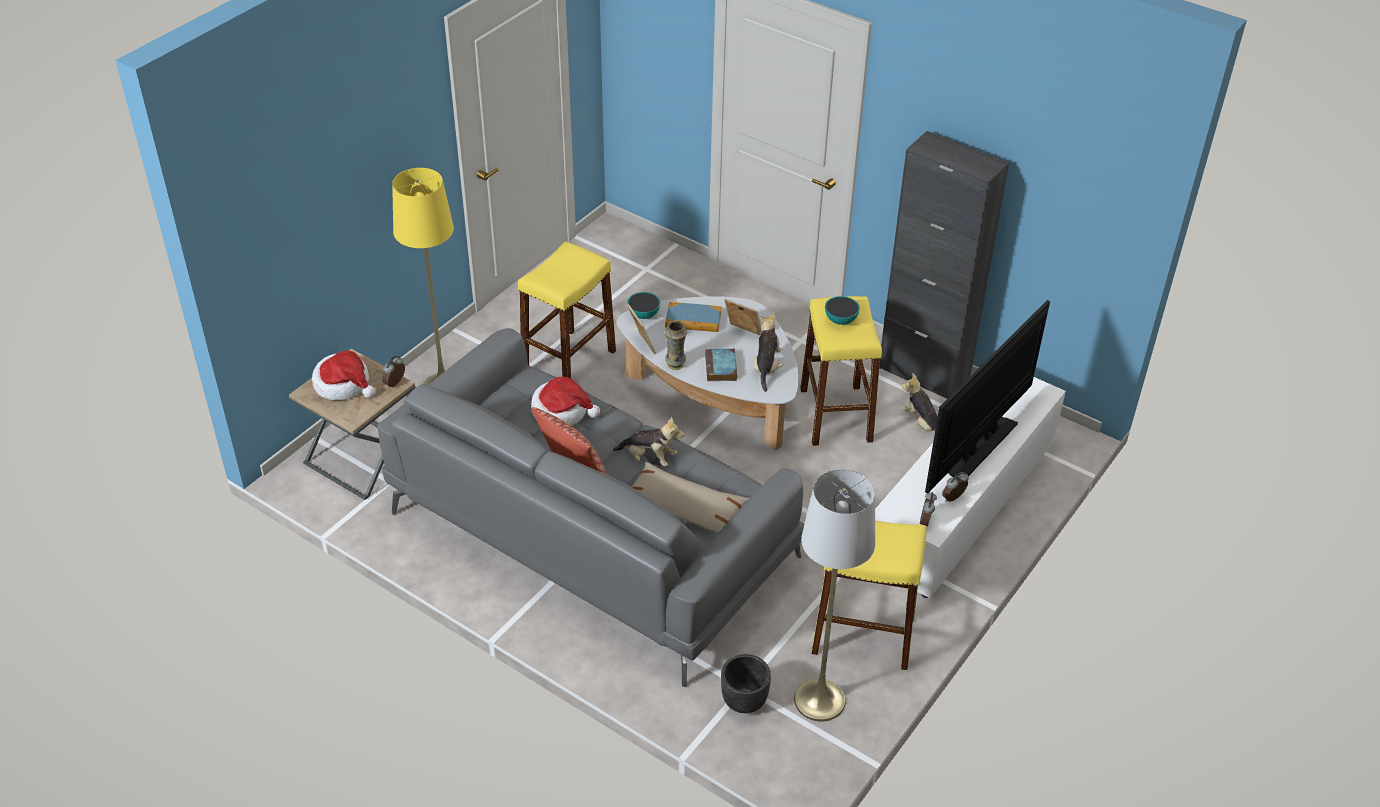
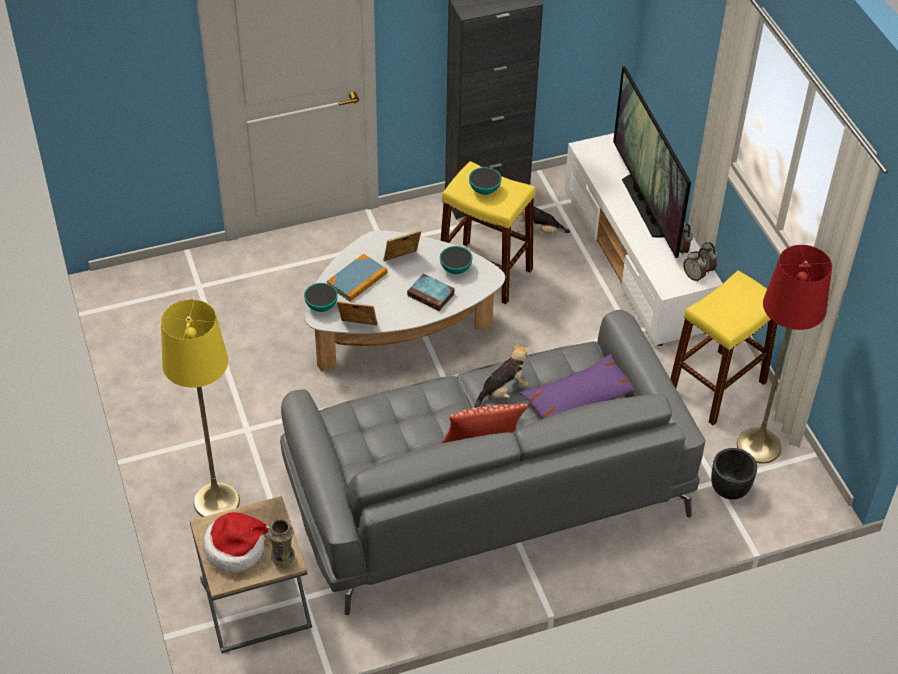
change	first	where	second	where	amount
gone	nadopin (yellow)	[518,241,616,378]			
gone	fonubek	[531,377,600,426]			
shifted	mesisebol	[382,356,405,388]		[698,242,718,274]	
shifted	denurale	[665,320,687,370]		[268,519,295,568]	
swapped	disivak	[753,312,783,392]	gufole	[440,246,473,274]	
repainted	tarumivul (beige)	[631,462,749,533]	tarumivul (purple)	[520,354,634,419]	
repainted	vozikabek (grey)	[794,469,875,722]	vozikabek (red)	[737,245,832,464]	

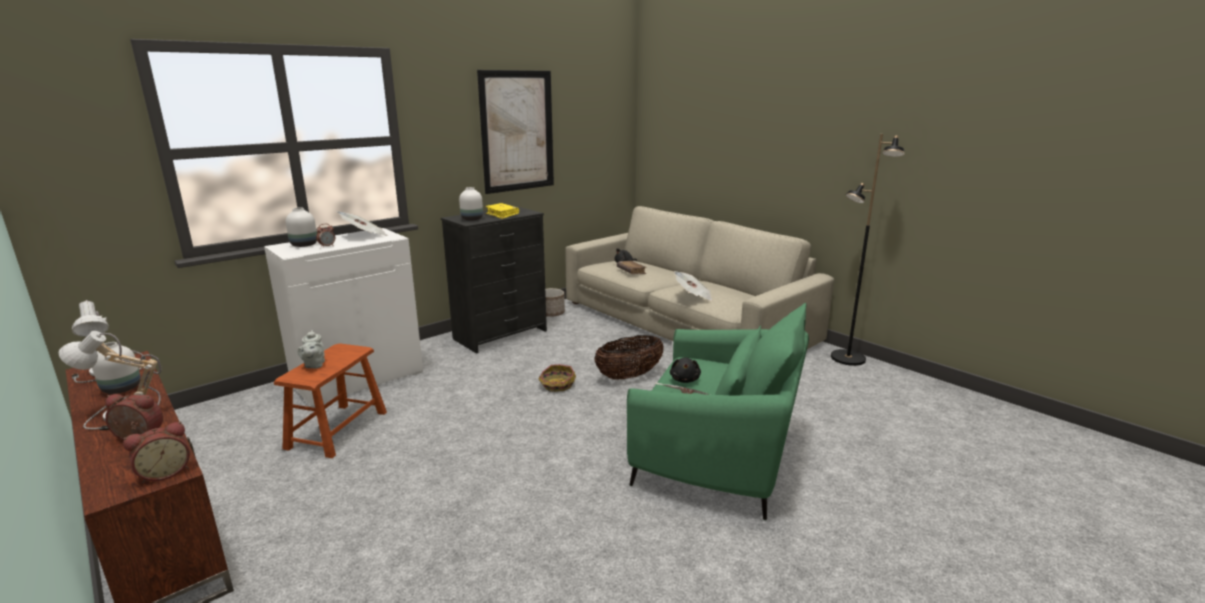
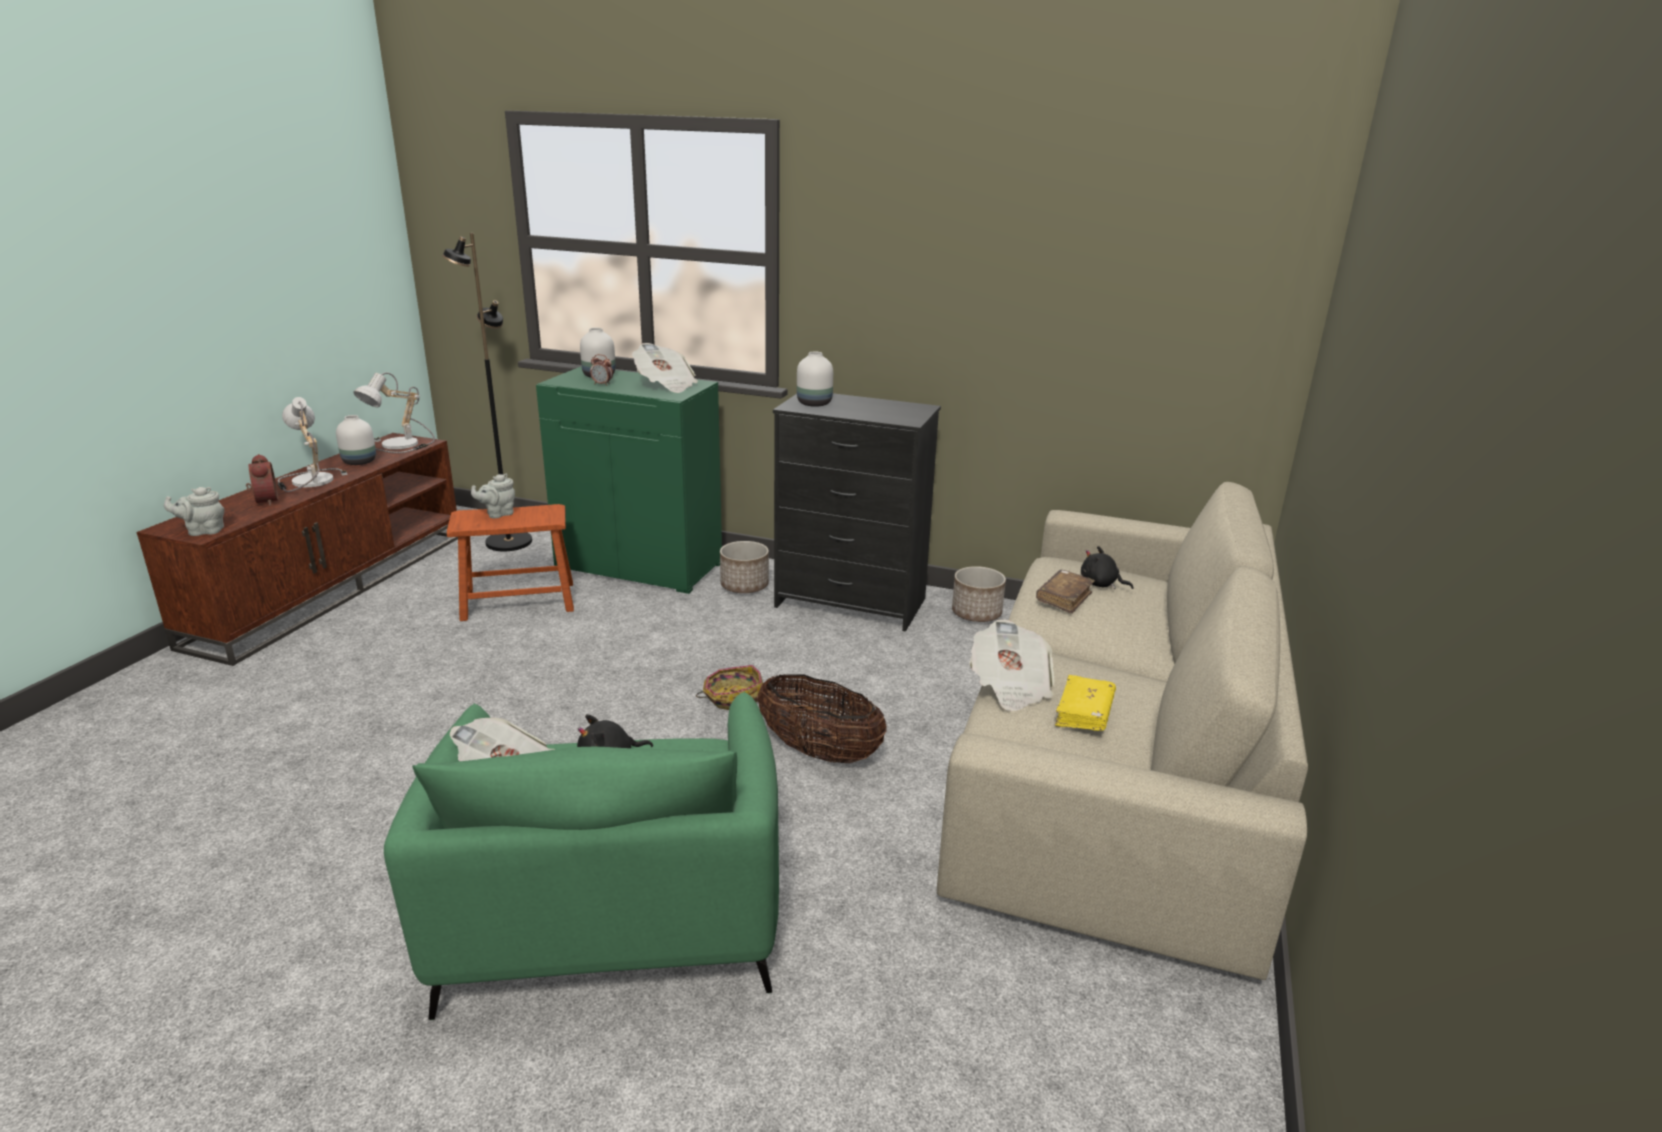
change	first	where	second	where	amount
gone	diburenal	[477,70,554,194]			
new			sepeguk	[720,541,769,593]	
shifted	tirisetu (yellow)	[485,203,519,219]		[1055,675,1116,731]	
shifted	vozikabek (black)	[831,134,905,366]		[442,233,532,551]	
swapped	mesisebol	[123,421,190,483]	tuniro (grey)	[164,487,225,536]	
repainted	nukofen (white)	[264,228,423,407]	nukofen (green)	[536,366,722,594]	

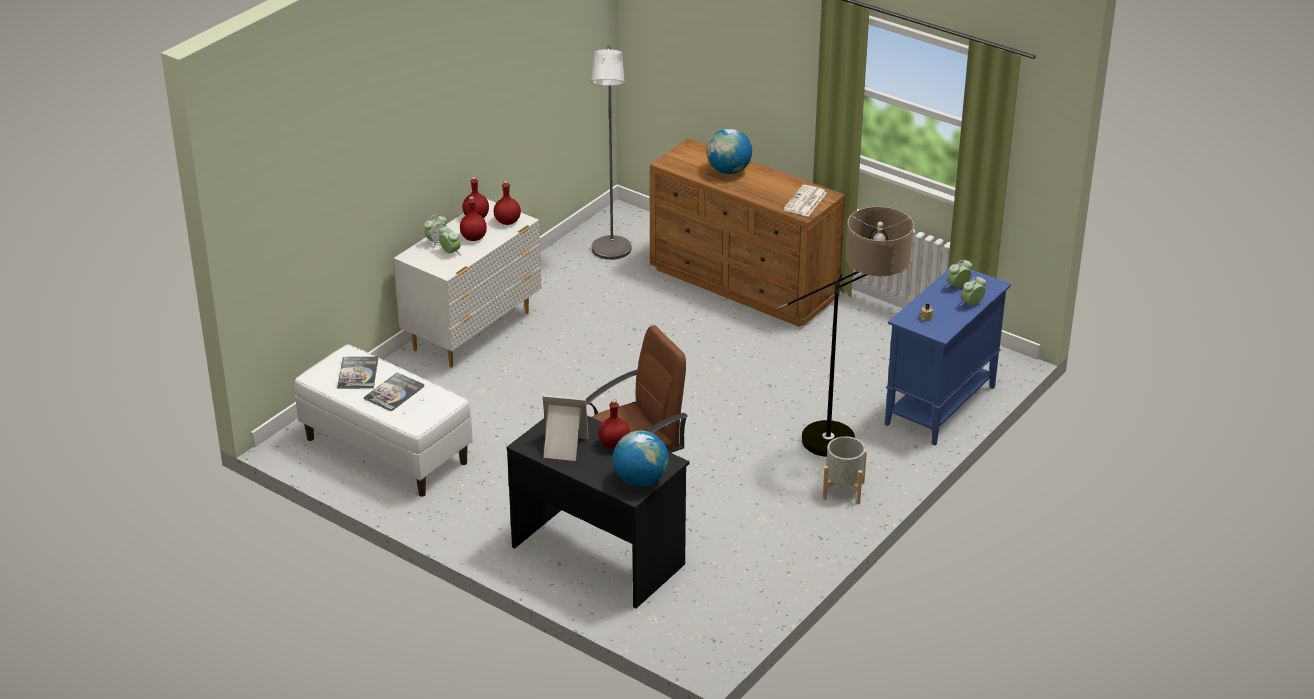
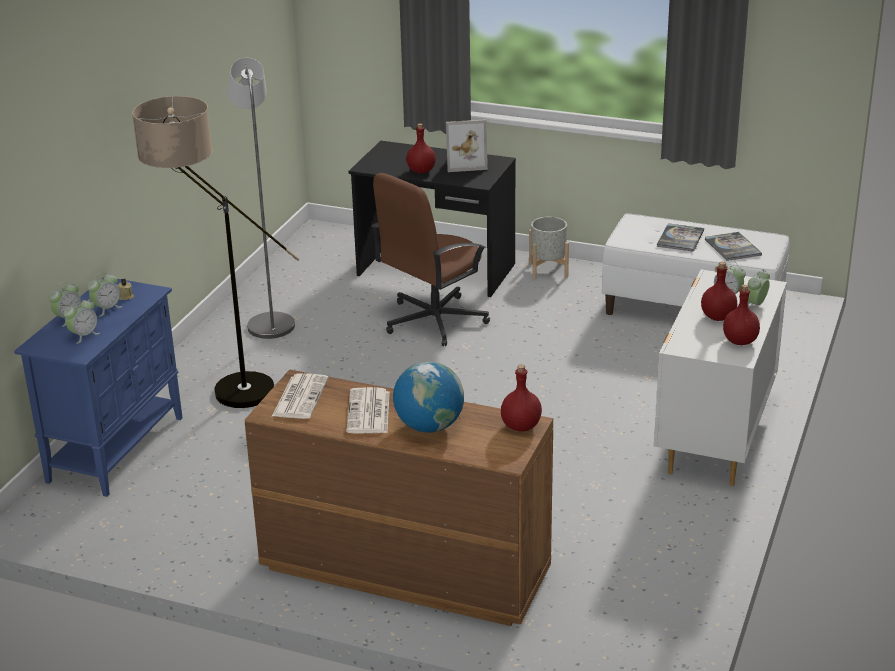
change	first	where	second	where	amount
gone	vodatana	[613,431,669,486]			
new			mesisebol	[87,272,123,317]	
new			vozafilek	[346,387,390,433]	
shifted	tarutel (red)	[494,181,521,225]		[501,365,542,432]	
shifted	vozikabek (grey)	[591,46,631,260]		[227,58,295,339]	
shifted	sepeguk (grey)	[823,436,867,504]		[529,217,569,279]	

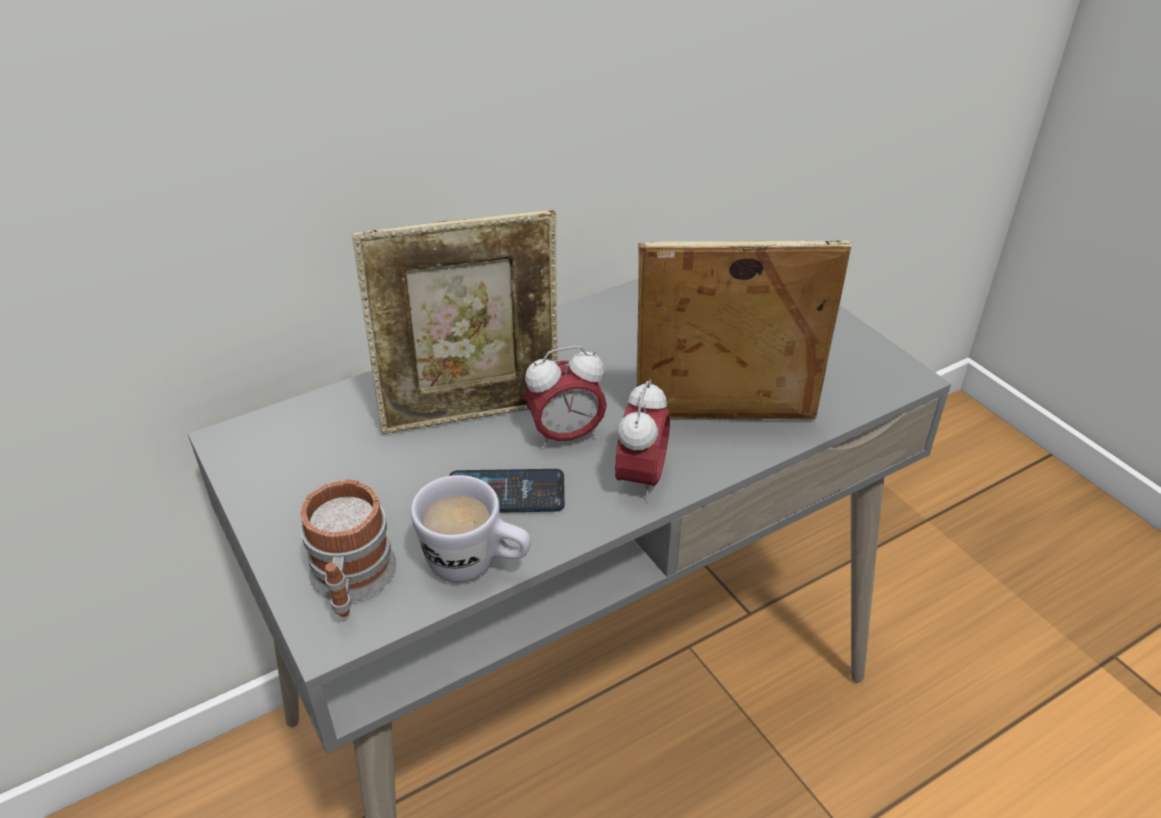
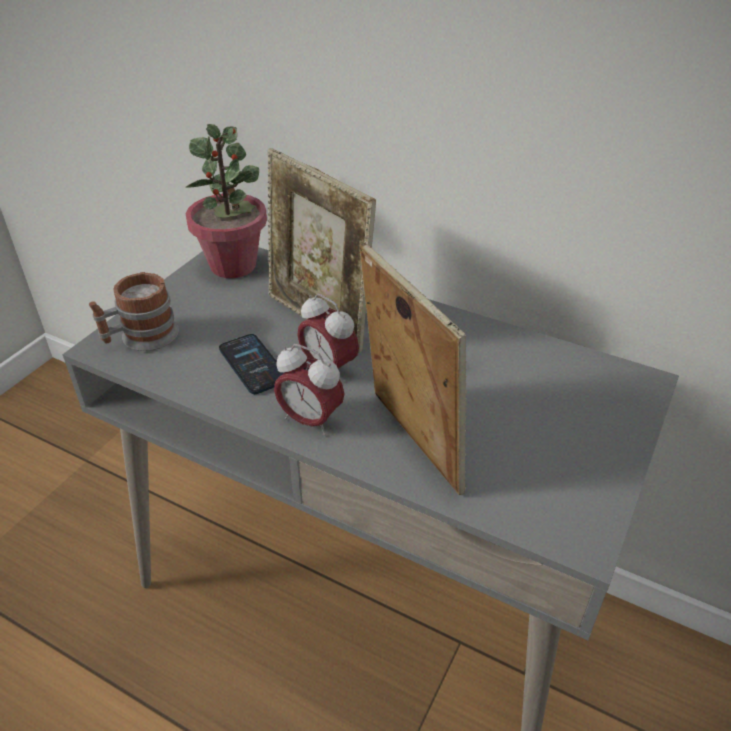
change	first	where	second	where	amount
gone	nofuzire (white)	[411,475,531,583]			
new			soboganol	[186,124,267,278]	
rotated	mesisebol	[615,379,670,502]		[274,344,345,436]	45 degrees clockwise

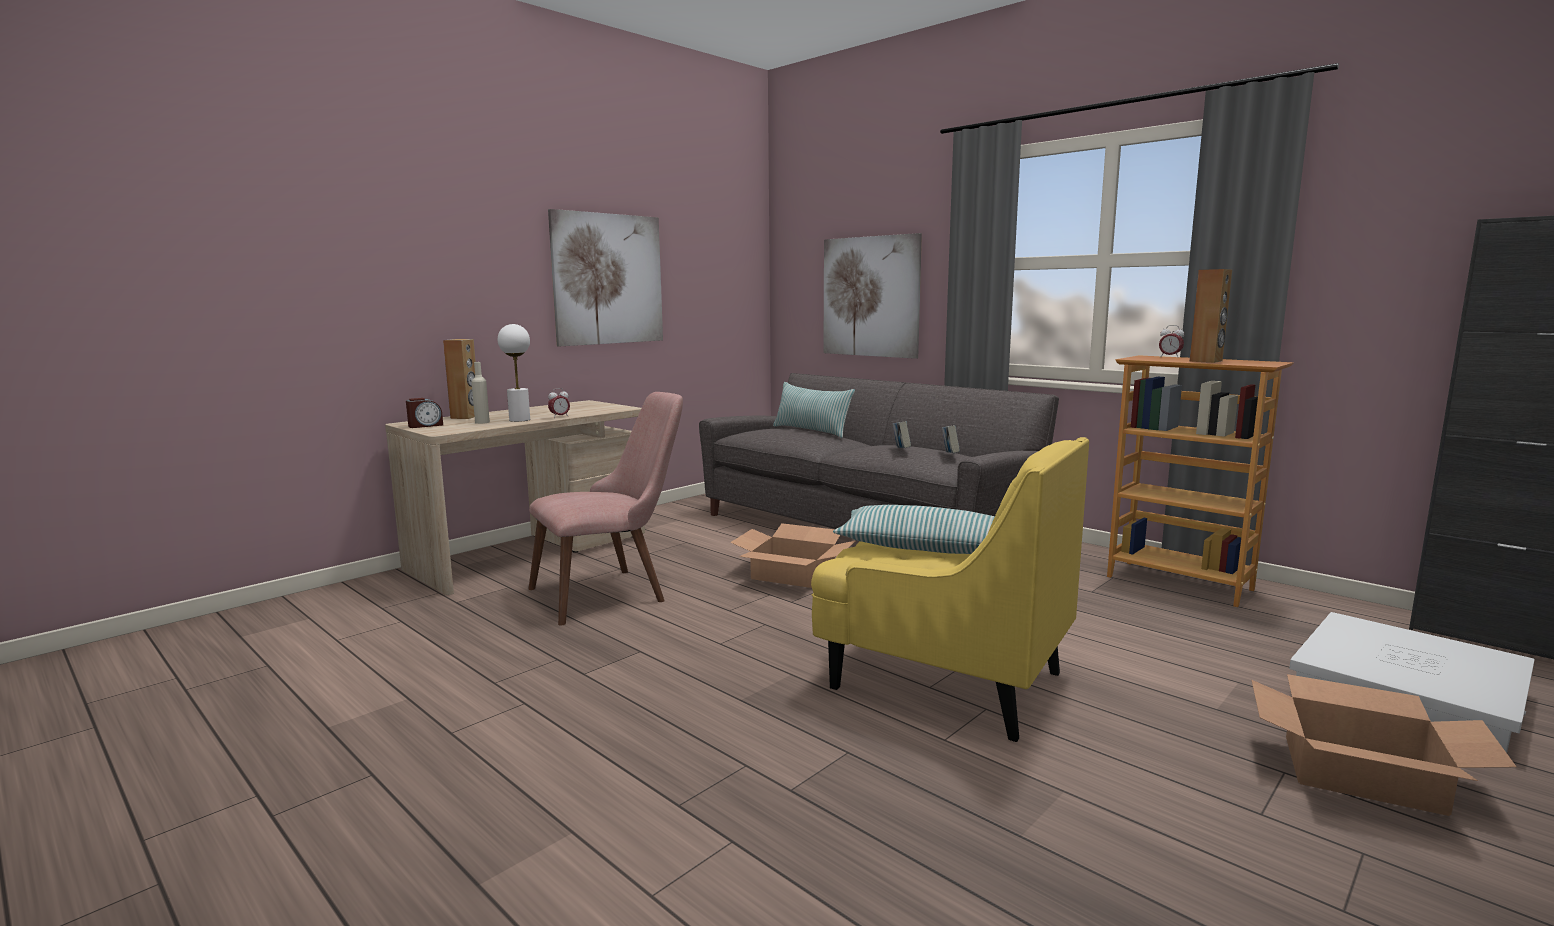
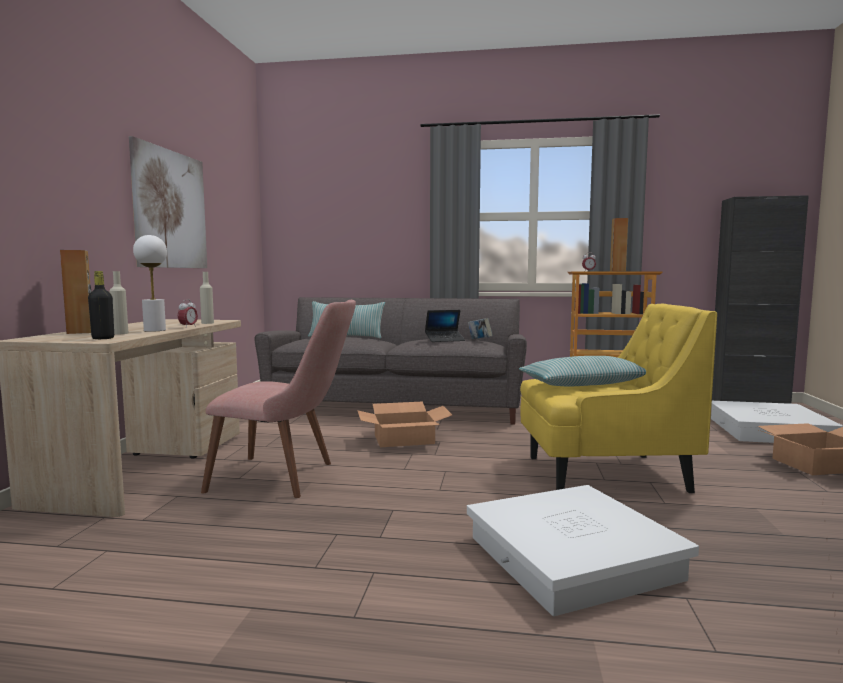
change	first	where	second	where	amount
gone	mesisebol	[406,398,443,428]			
gone	diburenal	[823,233,922,359]			
new			tarutel (black)	[88,271,114,339]	
new			tarutel (beige)	[200,272,214,324]	
new			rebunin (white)	[467,485,699,616]	
swapped	tirisetu	[892,421,911,448]	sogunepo	[425,310,465,342]	
rotated	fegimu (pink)	[529,392,683,626]		[201,300,356,498]	75 degrees clockwise

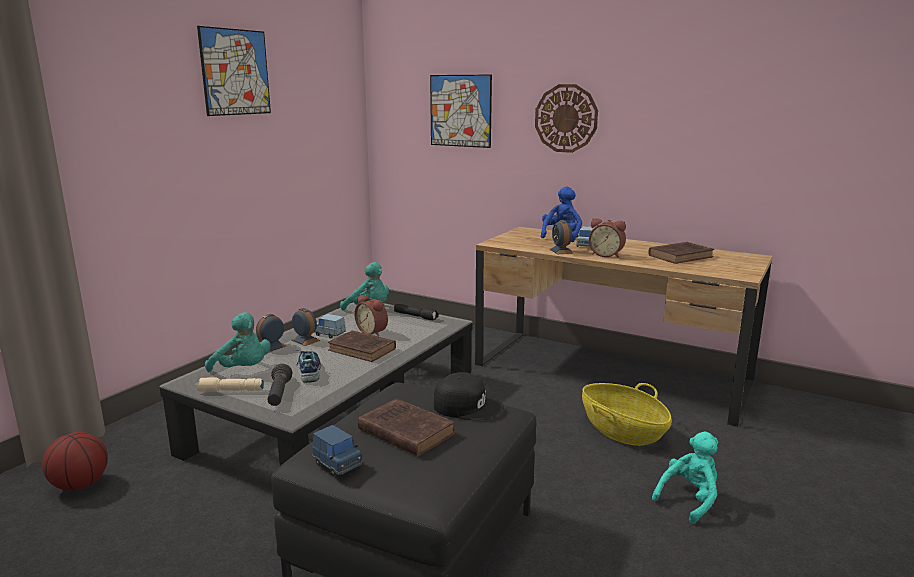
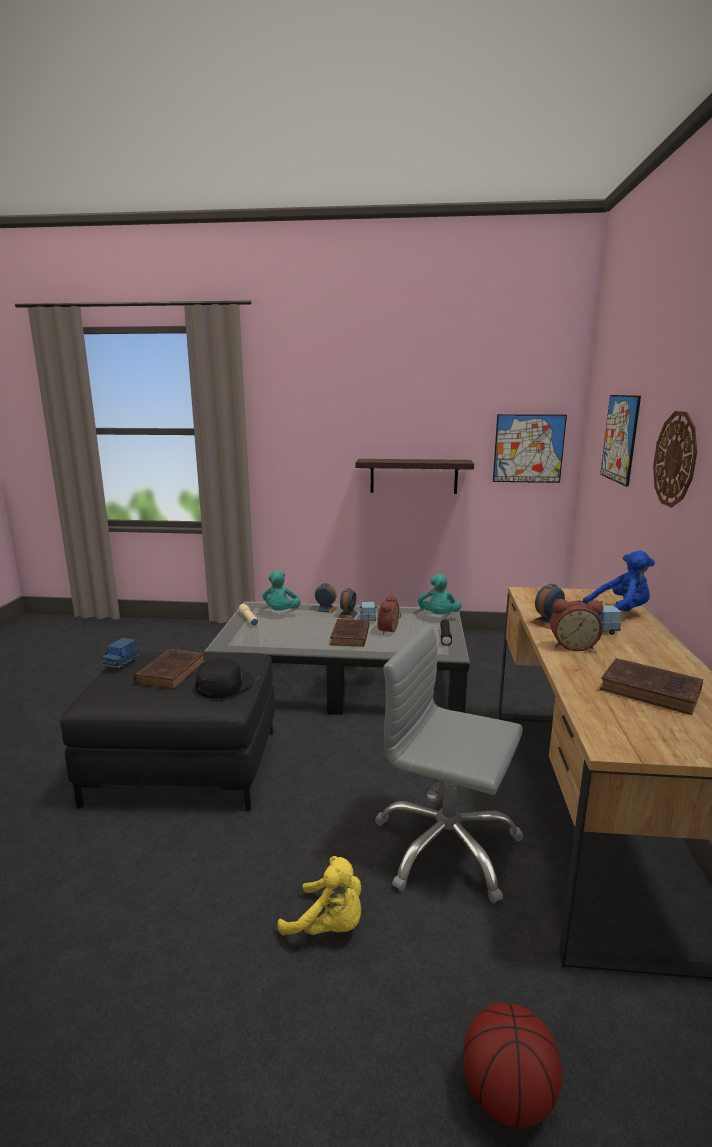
change	first	where	second	where	amount
gone	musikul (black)	[267,364,292,406]			
gone	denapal	[296,350,322,383]			
new			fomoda	[355,459,474,494]	
shifted	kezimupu	[42,432,108,491]		[463,1003,562,1127]	
shifted	diburenal	[197,26,271,116]		[493,414,567,483]	
swapped	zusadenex	[582,383,672,446]	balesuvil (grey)	[375,624,524,903]	
repainted	disivak (turquoise)	[652,431,718,524]	disivak (yellow)	[277,856,361,936]	
rotated	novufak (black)	[434,372,504,421]		[195,658,254,699]	135 degrees counterclockwise
rotated	mesisebol	[589,218,626,258]		[550,599,604,651]	90 degrees counterclockwise

